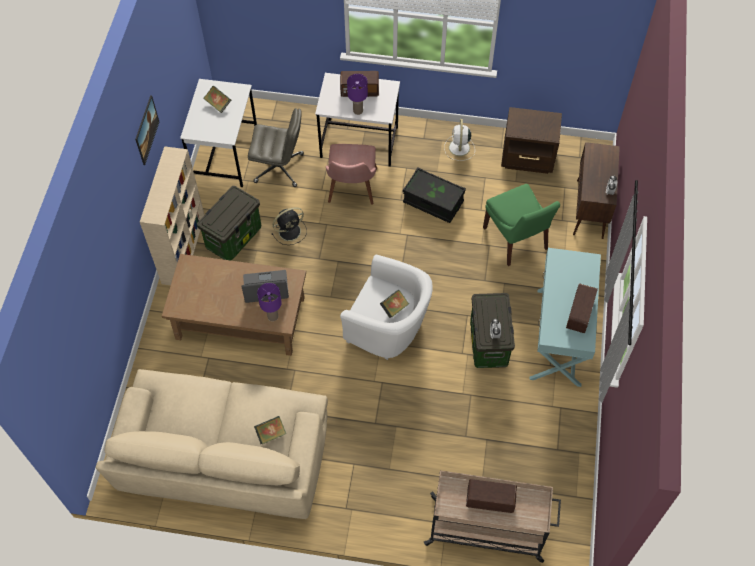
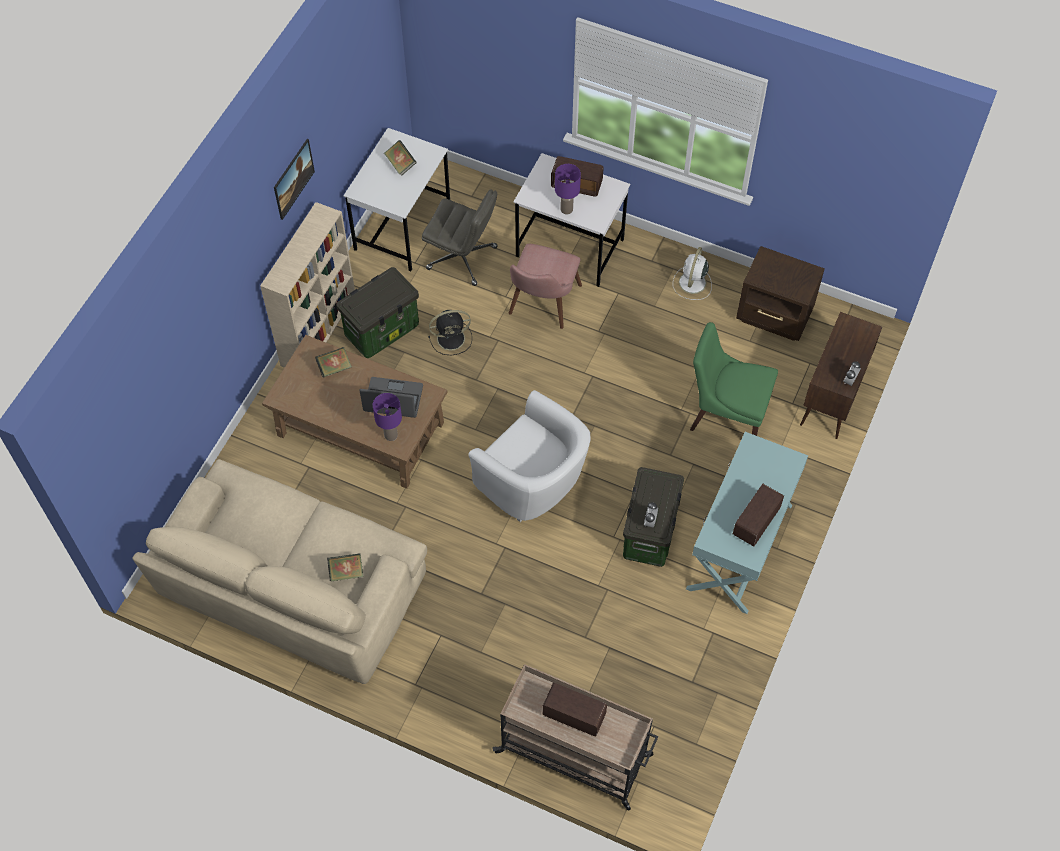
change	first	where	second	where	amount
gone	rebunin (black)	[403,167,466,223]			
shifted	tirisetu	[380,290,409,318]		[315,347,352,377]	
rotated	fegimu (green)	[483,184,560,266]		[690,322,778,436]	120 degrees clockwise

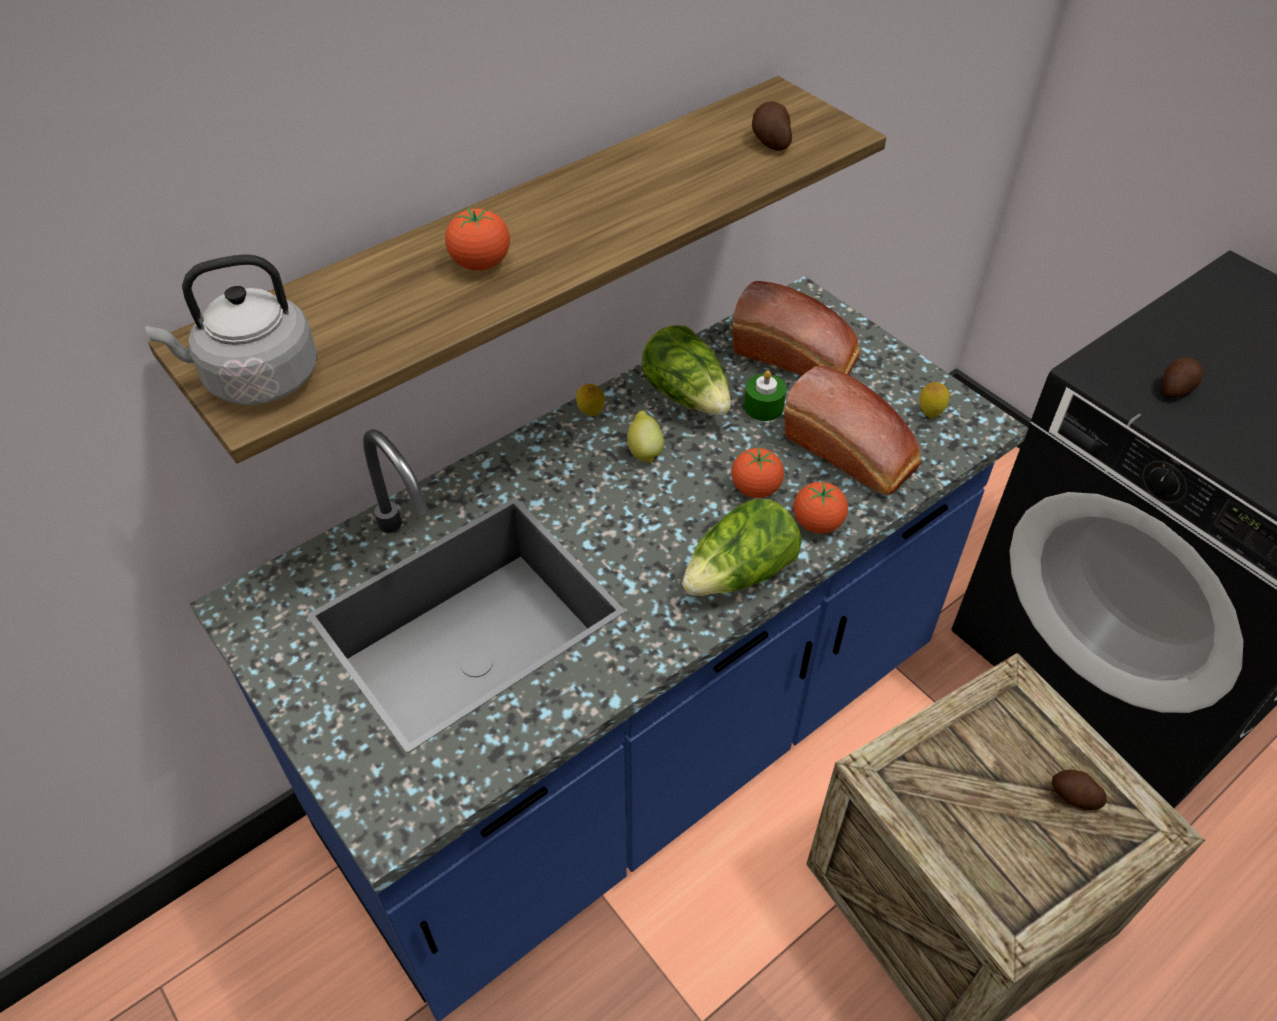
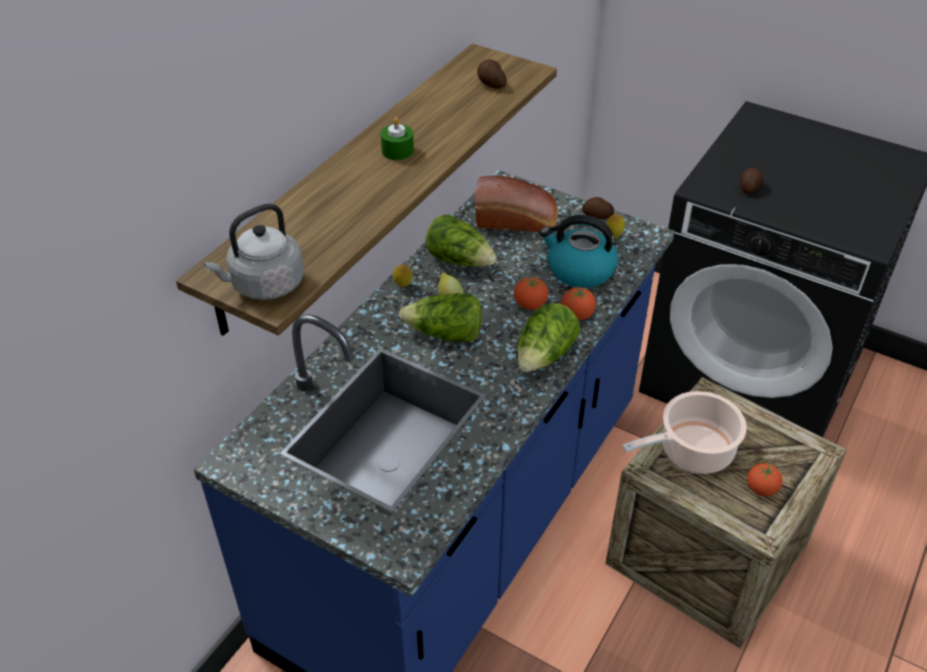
change	first	where	second	where	amount
new			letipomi	[399,293,482,342]	
new			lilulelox	[622,391,747,474]	
shifted	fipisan	[445,208,510,270]		[747,463,783,496]	
shifted	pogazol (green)	[744,370,786,421]		[380,117,414,160]	
shifted	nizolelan	[1052,770,1107,810]		[582,197,614,219]	
swapped	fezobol	[784,366,921,495]	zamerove	[540,215,618,288]	

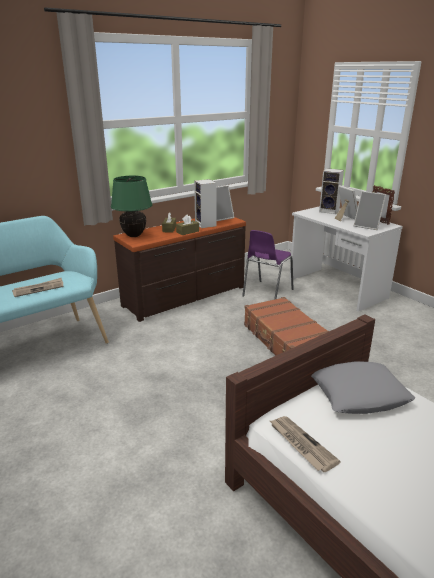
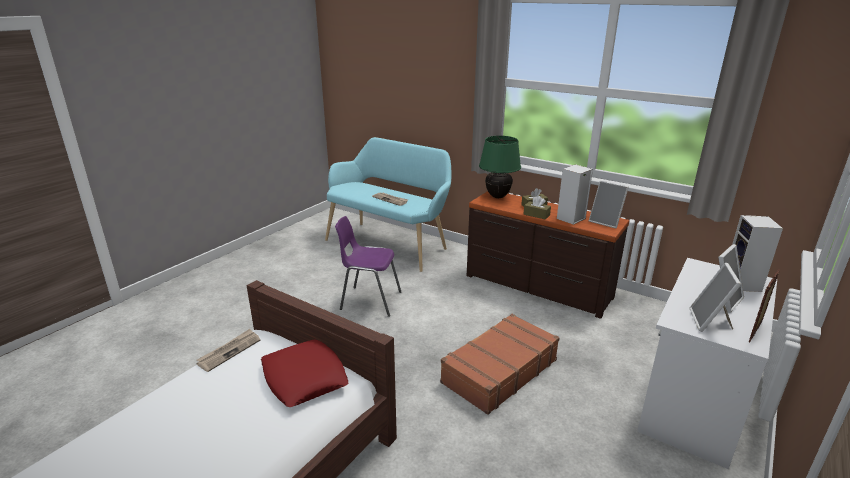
change	first	where	second	where	amount
shifted	fegimu (purple)	[242,230,293,300]		[335,216,401,317]	
repainted	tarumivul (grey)	[311,361,415,414]	tarumivul (red)	[261,339,348,407]	

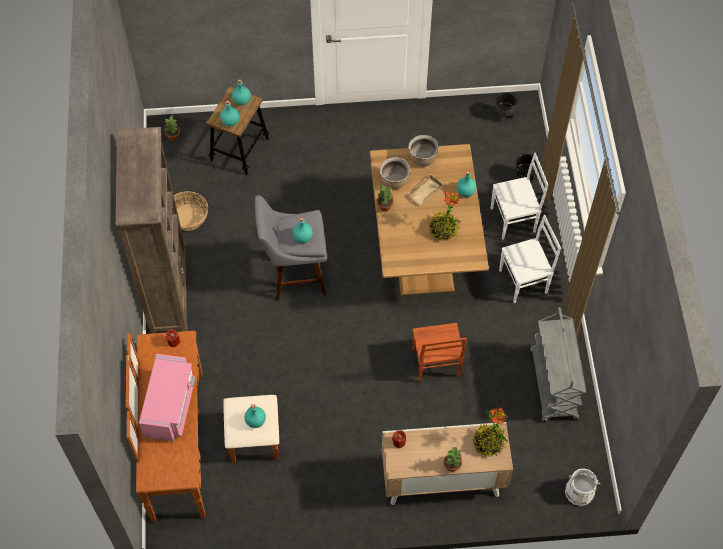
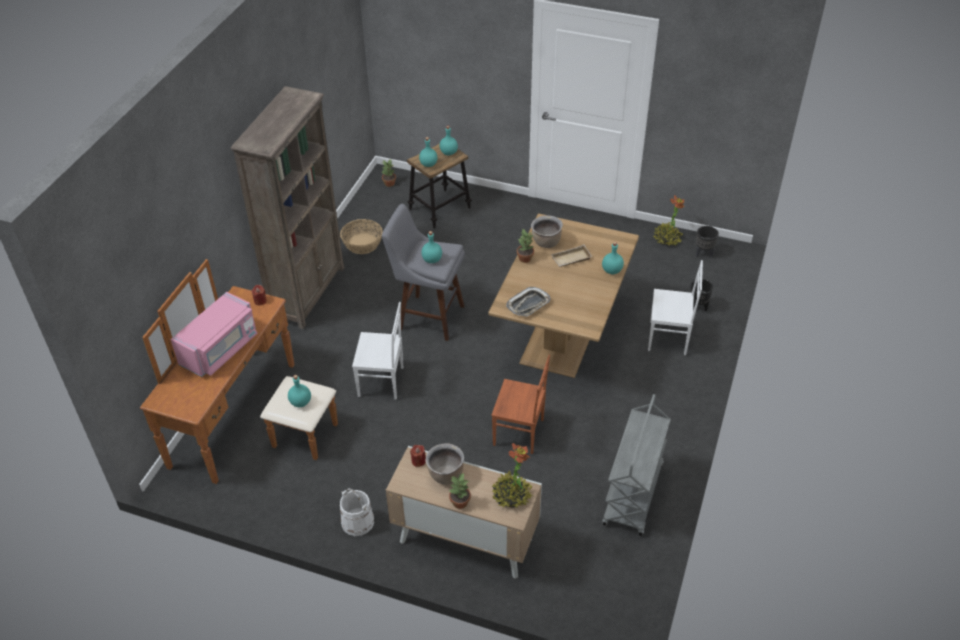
change	first	where	second	where	amount
new			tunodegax	[506,287,551,316]	
shifted	lilulelox (brown)	[408,135,438,167]		[425,443,464,485]	
shifted	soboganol	[429,191,460,240]		[654,195,684,246]	
shifted	fegimu (white)	[499,215,561,303]		[352,302,403,400]	
shifted	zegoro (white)	[565,468,600,506]		[340,488,374,536]	
rotated	fegimu (brown)	[413,323,467,382]		[491,355,550,454]	90 degrees counterclockwise

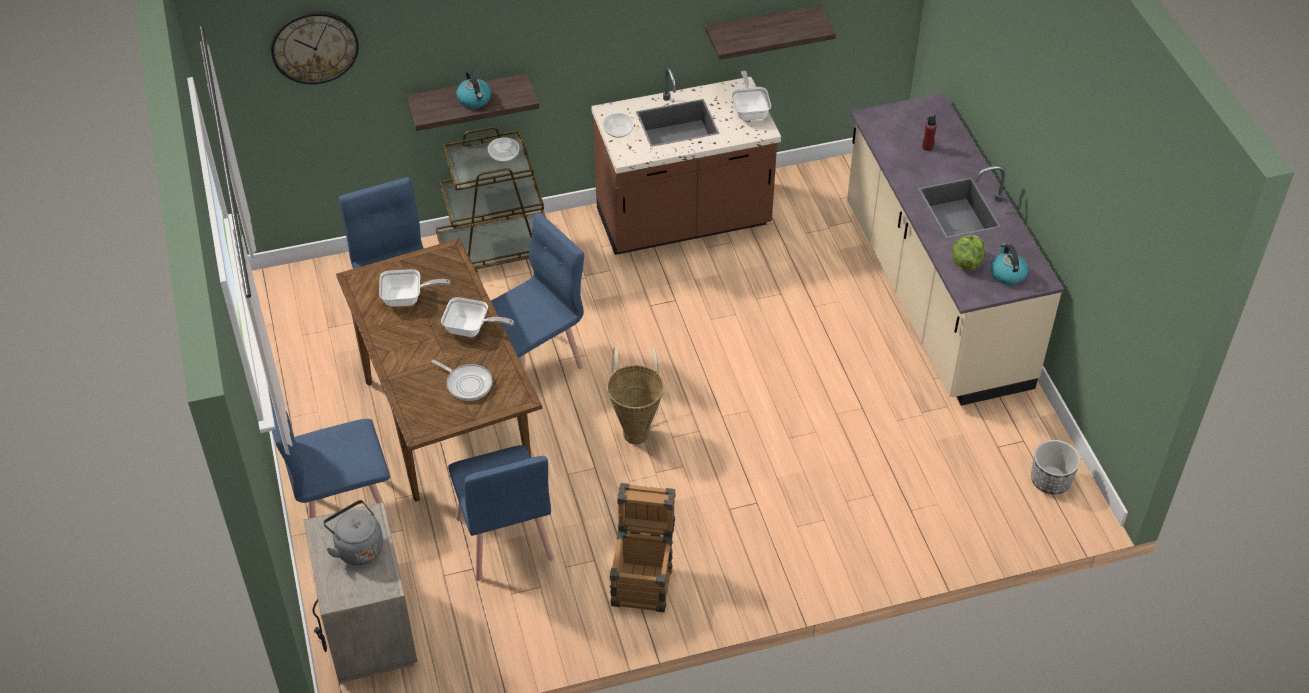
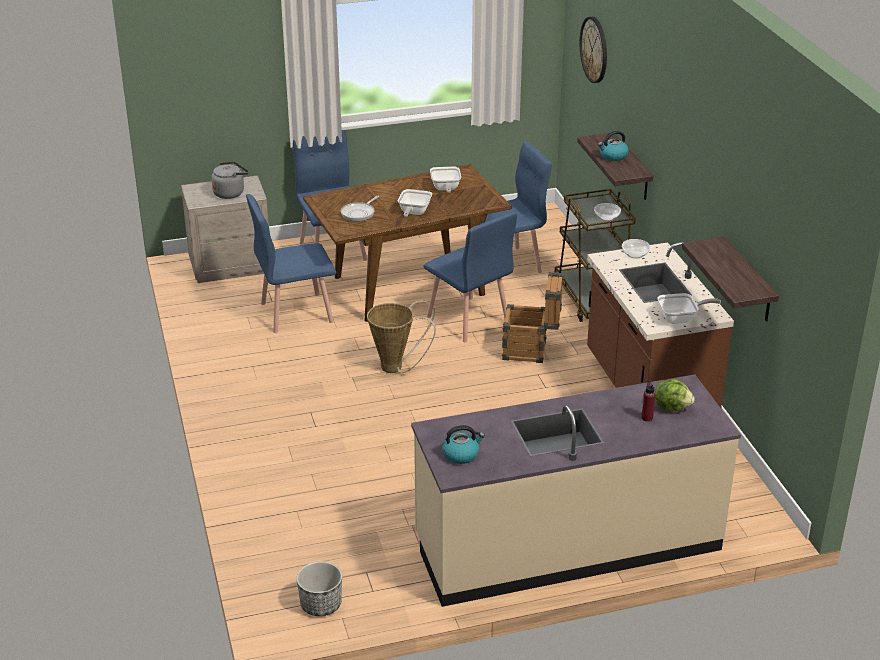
change	first	where	second	where	amount
shifted	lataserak	[610,483,676,613]		[502,272,563,363]	
shifted	letipomi	[951,235,986,270]		[655,379,694,412]	

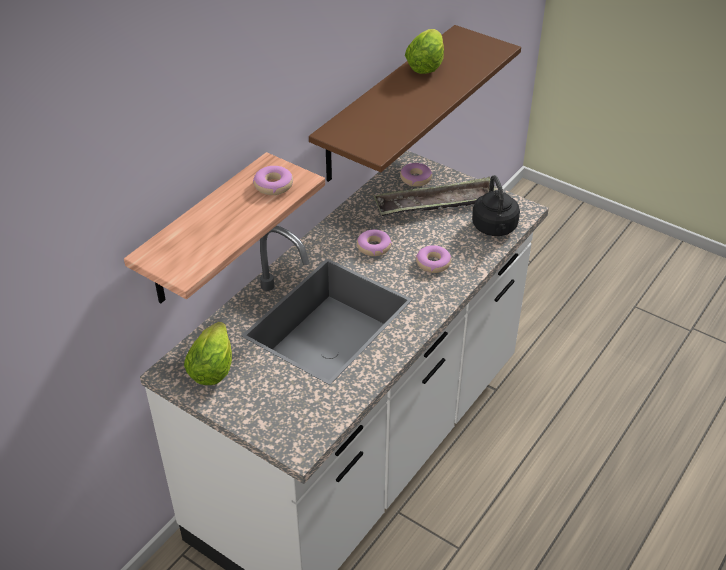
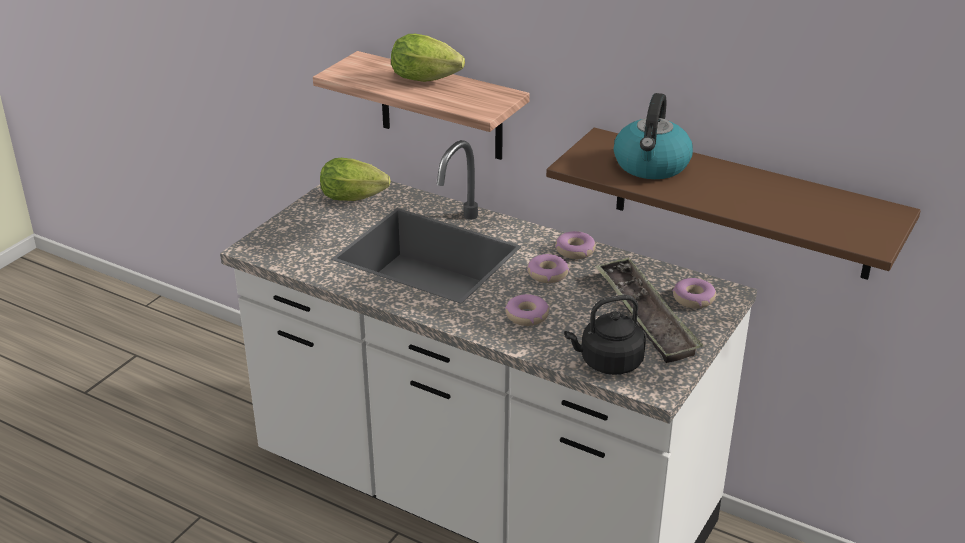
change	first	where	second	where	amount
new			zamerove	[614,93,693,179]	
shifted	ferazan	[253,166,293,195]		[556,231,596,259]	
shifted	letipomi	[405,29,444,74]		[391,34,465,82]	

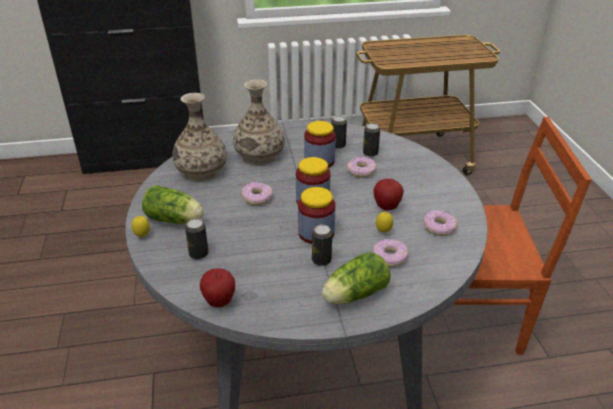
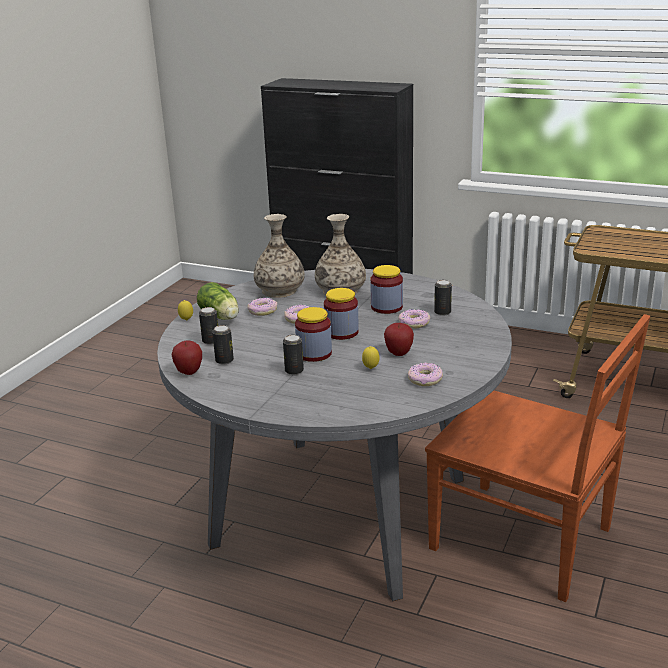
change	first	where	second	where	amount
gone	letipomi	[322,253,391,305]			
shifted	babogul	[331,116,347,149]		[212,325,234,364]	
shifted	ferazan	[373,239,408,267]		[247,297,278,316]	

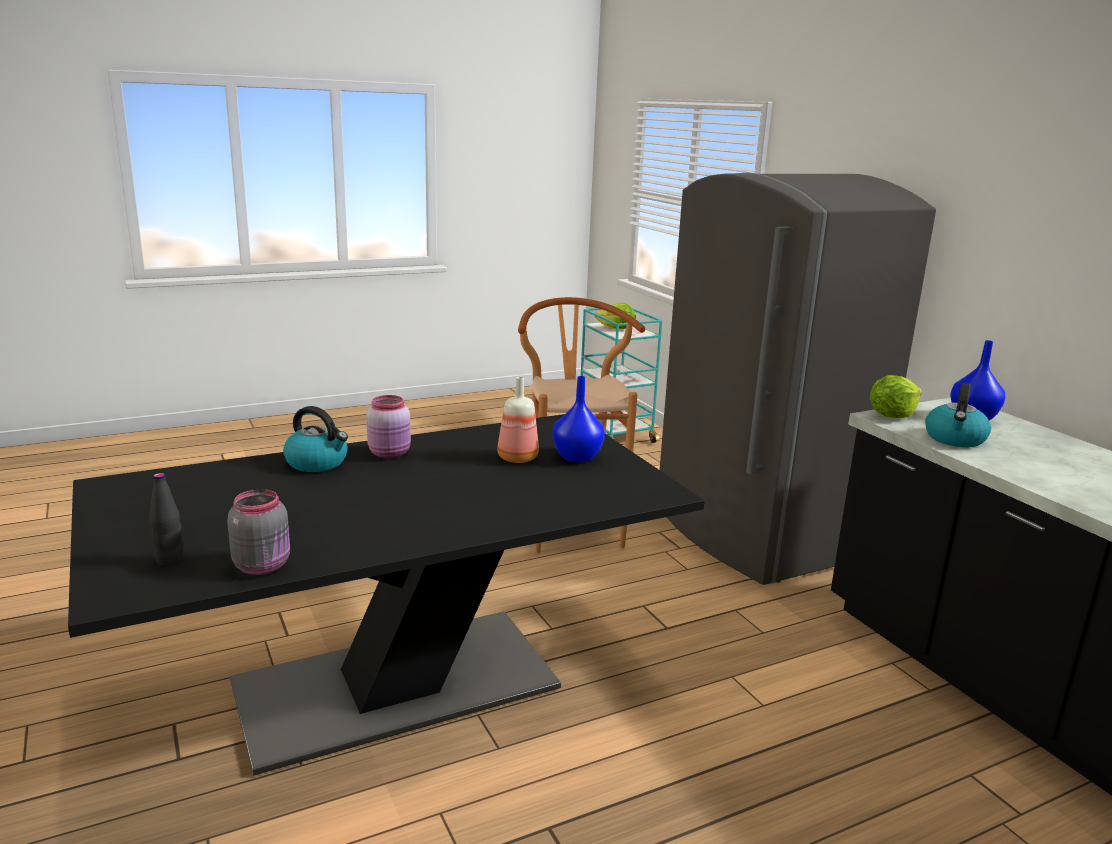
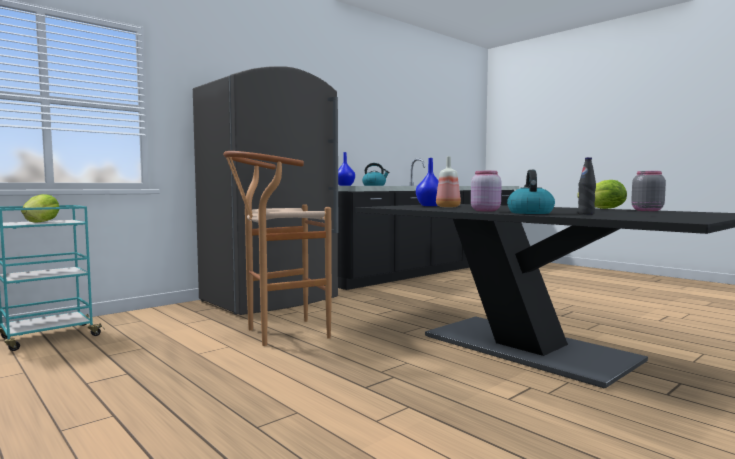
change	first	where	second	where	amount
shifted	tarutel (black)	[149,473,184,567]		[578,157,596,215]	
shifted	letipomi	[870,375,922,418]		[577,180,627,209]	

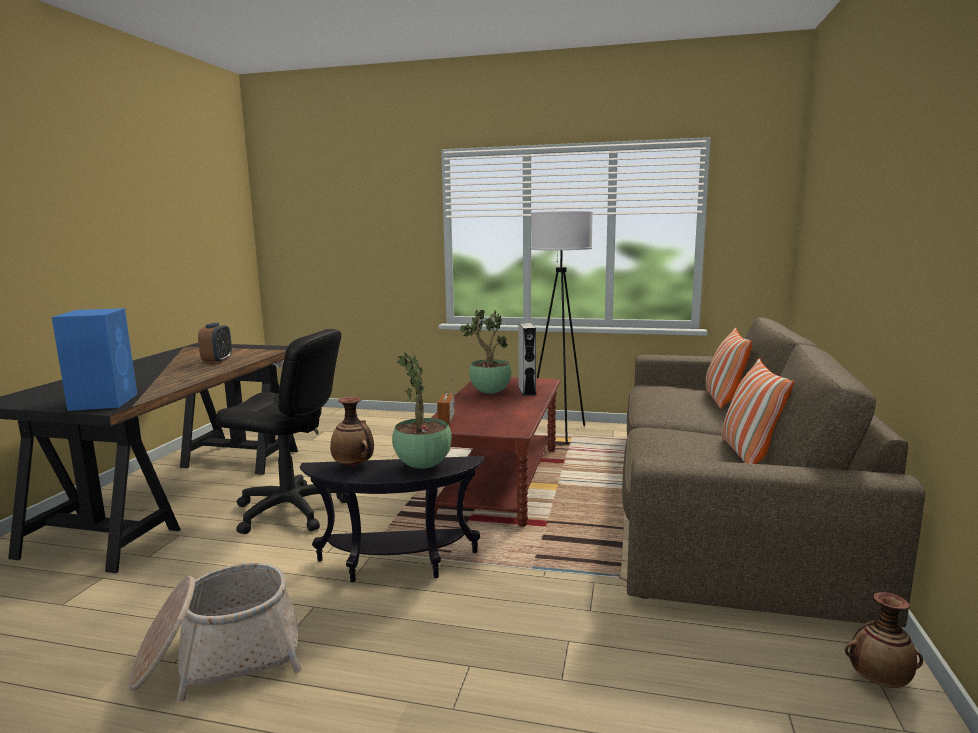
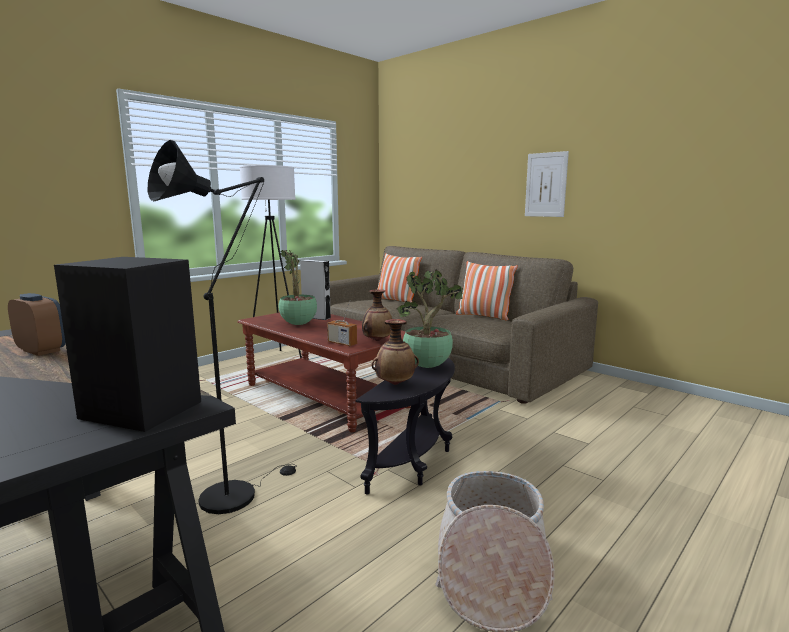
change	first	where	second	where	amount
new			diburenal	[525,151,569,217]	
shifted	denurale	[845,592,923,688]		[362,290,392,341]	
swapped	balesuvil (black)	[216,329,347,534]	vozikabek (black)	[148,140,296,514]	
repainted	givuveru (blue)	[52,308,137,411]	givuveru (black)	[54,257,201,432]	

